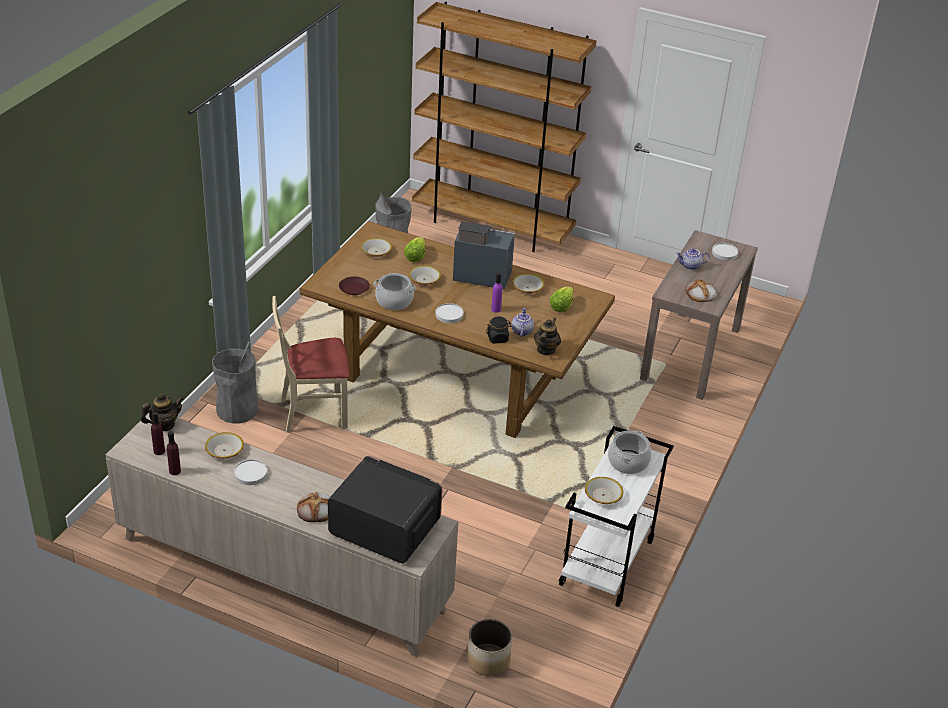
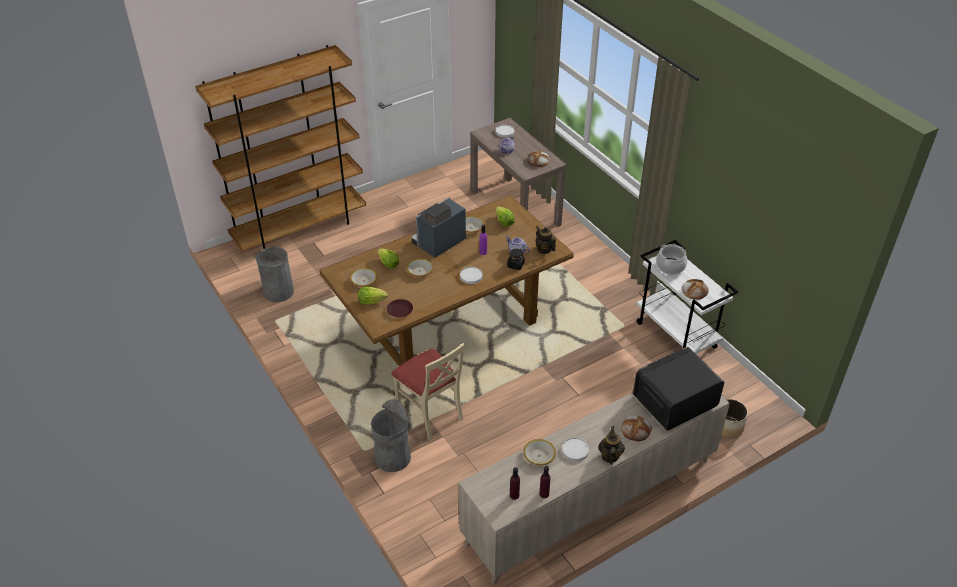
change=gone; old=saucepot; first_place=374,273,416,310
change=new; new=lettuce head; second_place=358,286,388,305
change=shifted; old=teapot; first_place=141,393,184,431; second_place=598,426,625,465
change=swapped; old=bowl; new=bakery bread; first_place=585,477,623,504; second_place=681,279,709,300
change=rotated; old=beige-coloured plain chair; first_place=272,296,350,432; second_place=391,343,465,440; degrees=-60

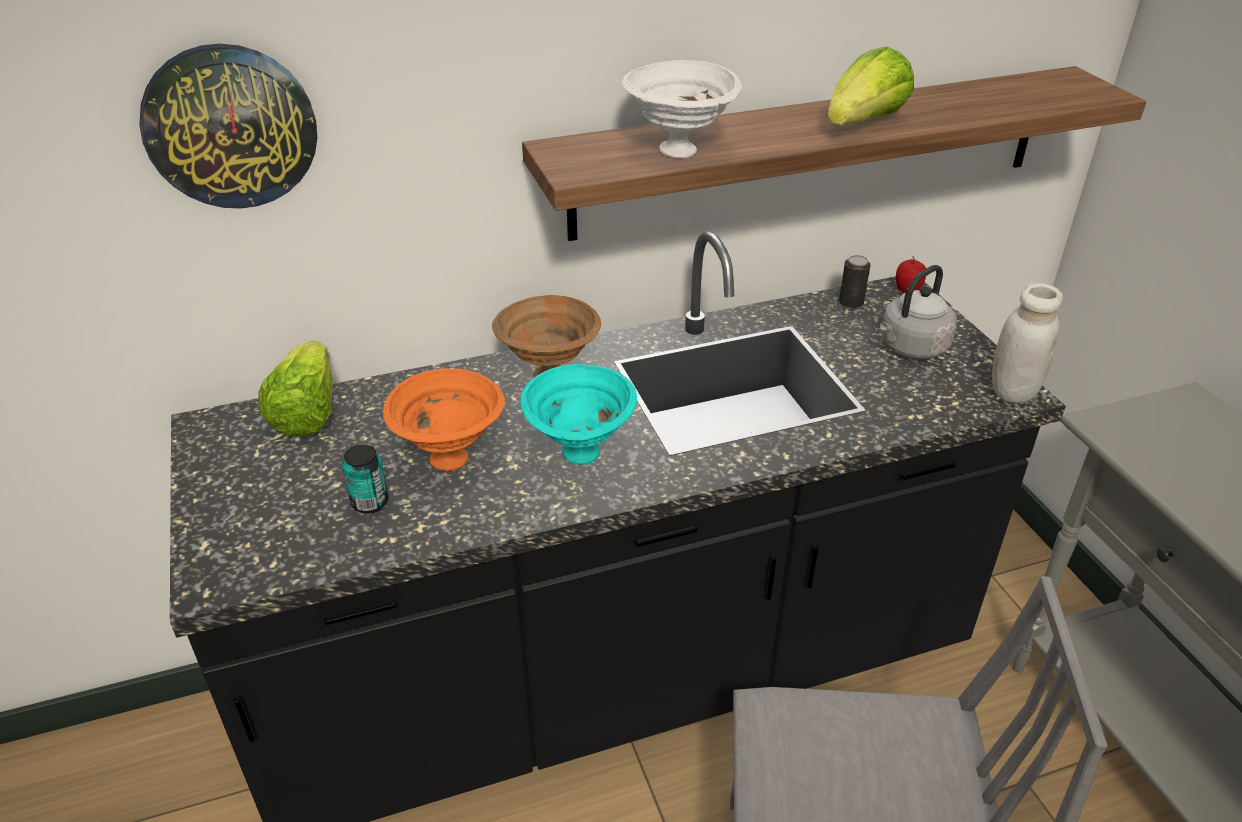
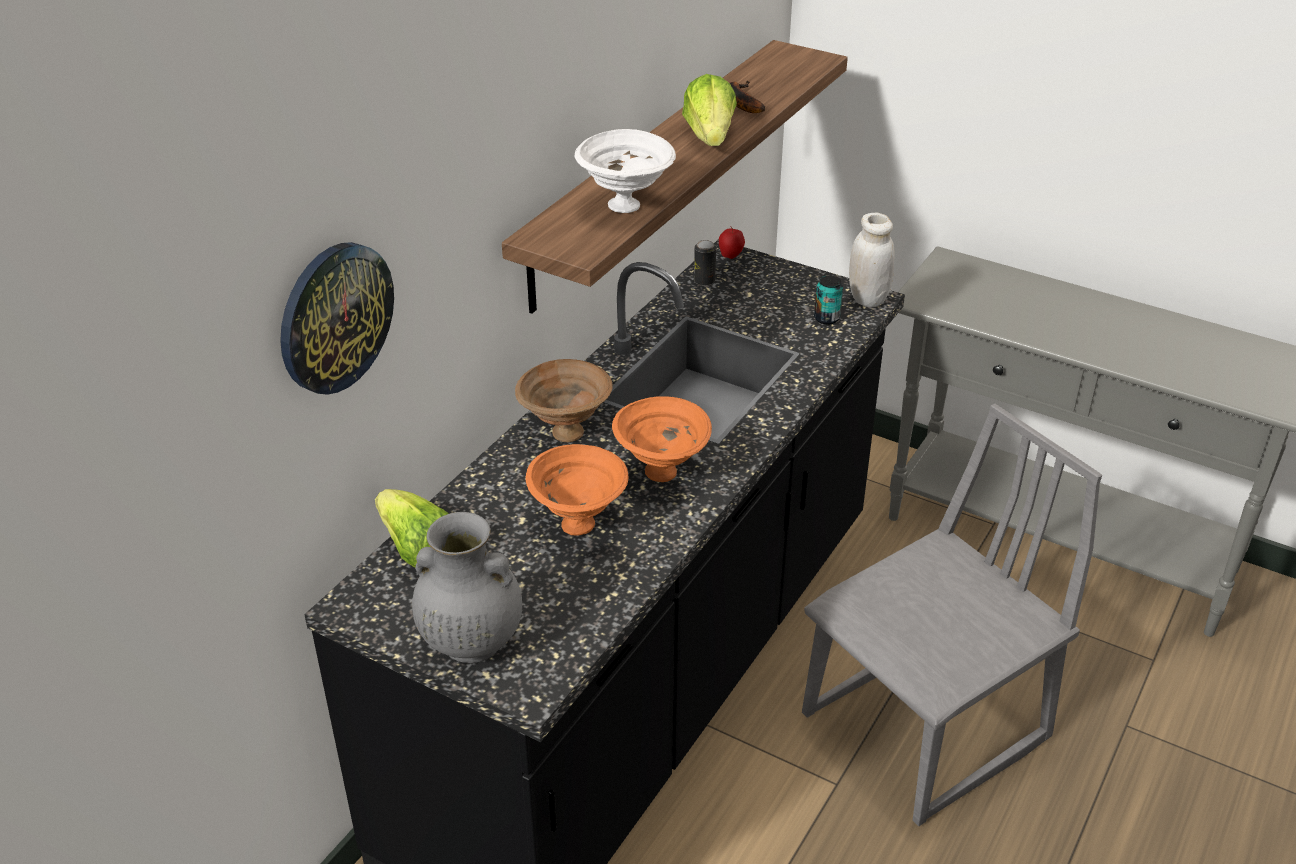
change=gone; old=greyish tea kettle; first_place=880,265,957,359
change=new; new=greyish vase; second_place=412,512,522,663
change=new; new=banana fruit; second_place=730,80,765,113
change=shifted; old=can; first_place=342,445,388,514; second_place=814,275,843,325
change=repainted; old=blue-green bowl; new=orange-coloured bowl; first_place=520,364,637,465; second_place=612,396,712,482

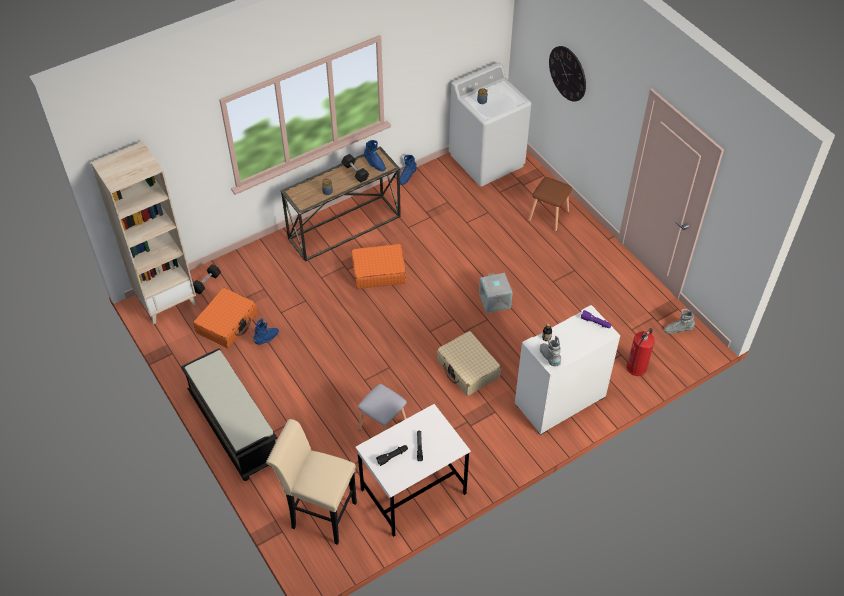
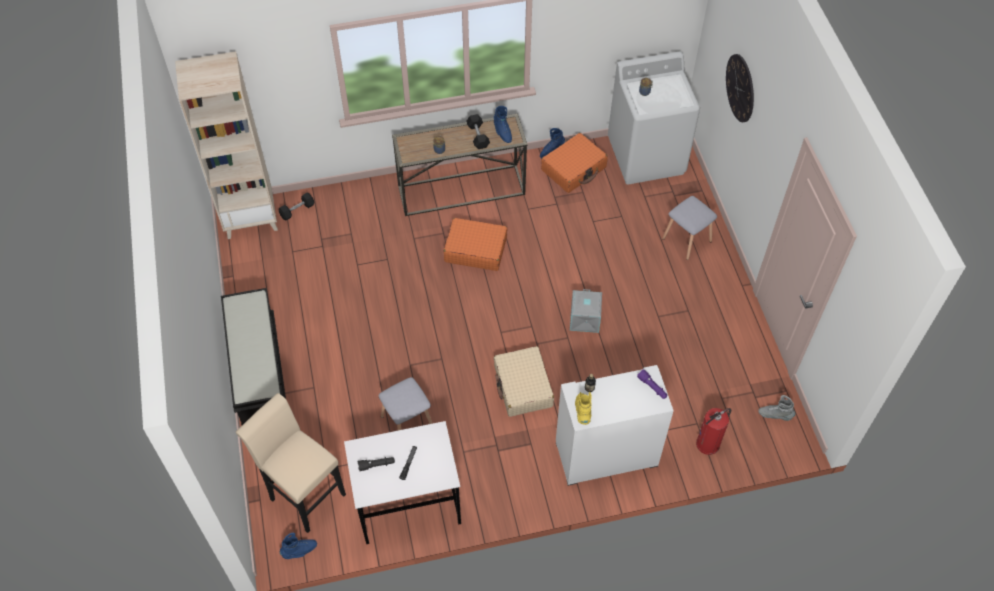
change=shifted; old=orange-coloured travel case; first_place=193,288,258,348; second_place=541,133,608,193
change=shifted; old=blue high-top boot; first_place=253,318,279,345; second_place=280,533,317,559
change=repainted; old=brownish stool seat; new=greyish stool seat; first_place=529,177,572,232; second_place=662,196,717,260
change=repainted; old=greyish high-top boot; new=yellow-coloured high-top boot; first_place=540,336,561,366; second_place=575,392,592,425

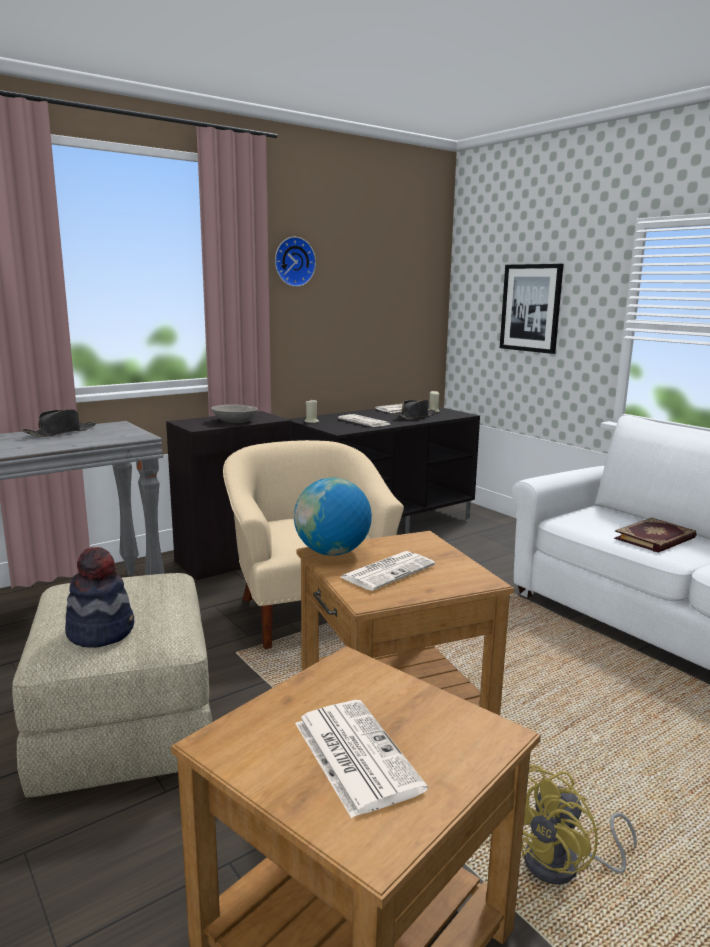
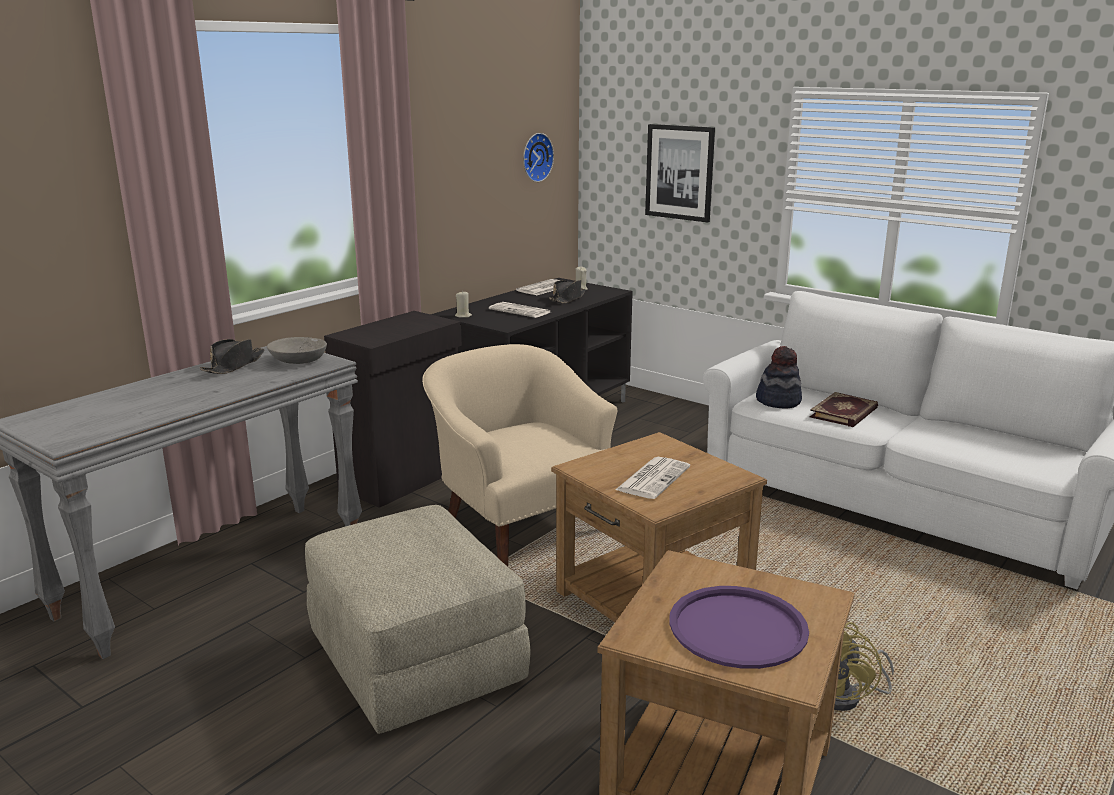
change=gone; old=world globe; first_place=294,478,372,556
change=shifted; old=hat; first_place=65,547,134,648; second_place=756,346,802,409
change=shifted; old=greyish bowl; first_place=211,404,258,423; second_place=267,337,327,364
change=shifted; old=hanging clock; first_place=275,237,316,287; second_place=523,133,554,182
change=swapped; old=newspaper; new=purple-coloured tray; first_place=295,700,428,818; second_place=669,586,809,669

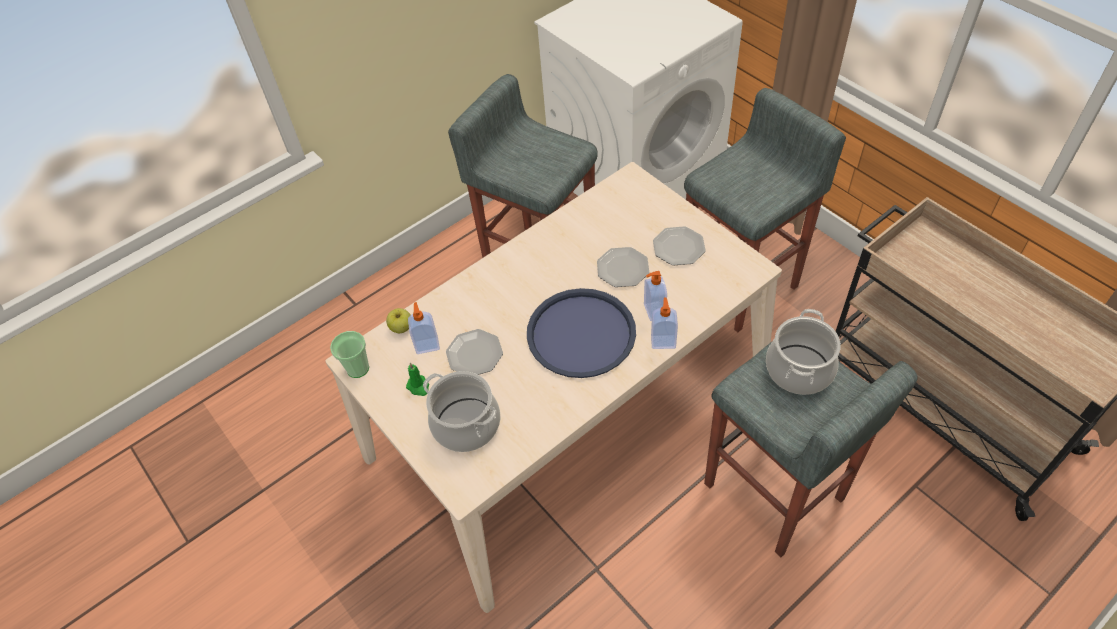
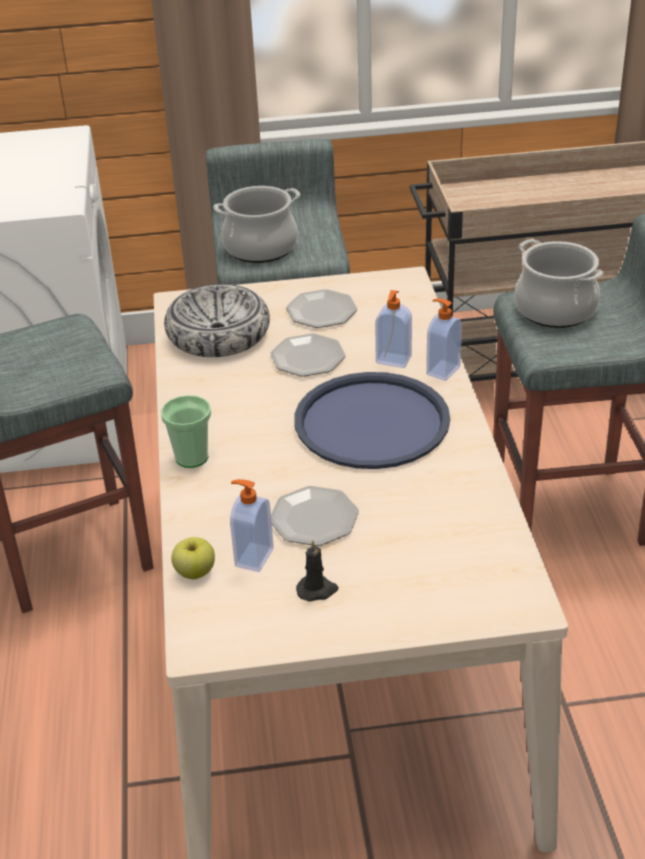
change=new; new=bowl; second_place=164,284,270,357
change=shifted; old=small cup; first_place=330,331,369,378; second_place=161,395,211,468
change=shifted; old=saucepot; first_place=423,371,500,452; second_place=213,186,300,263
change=repainted; old=green wax candle; new=black-coloured wax candle; first_place=406,363,429,396; second_place=296,540,339,602

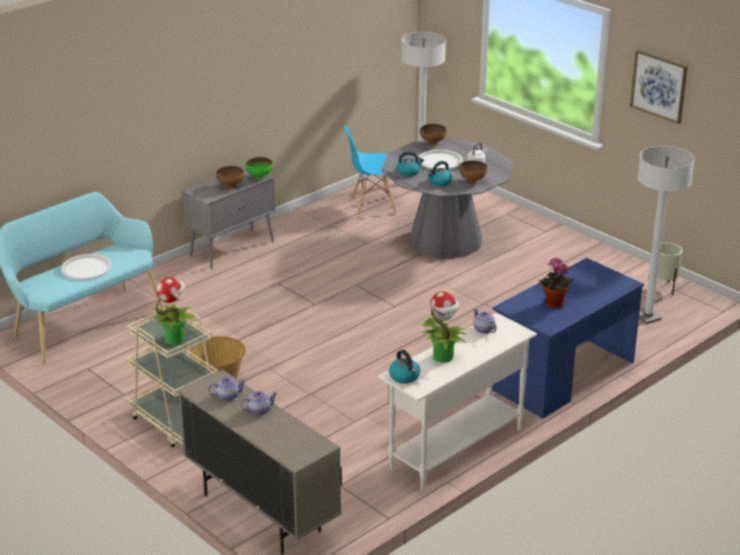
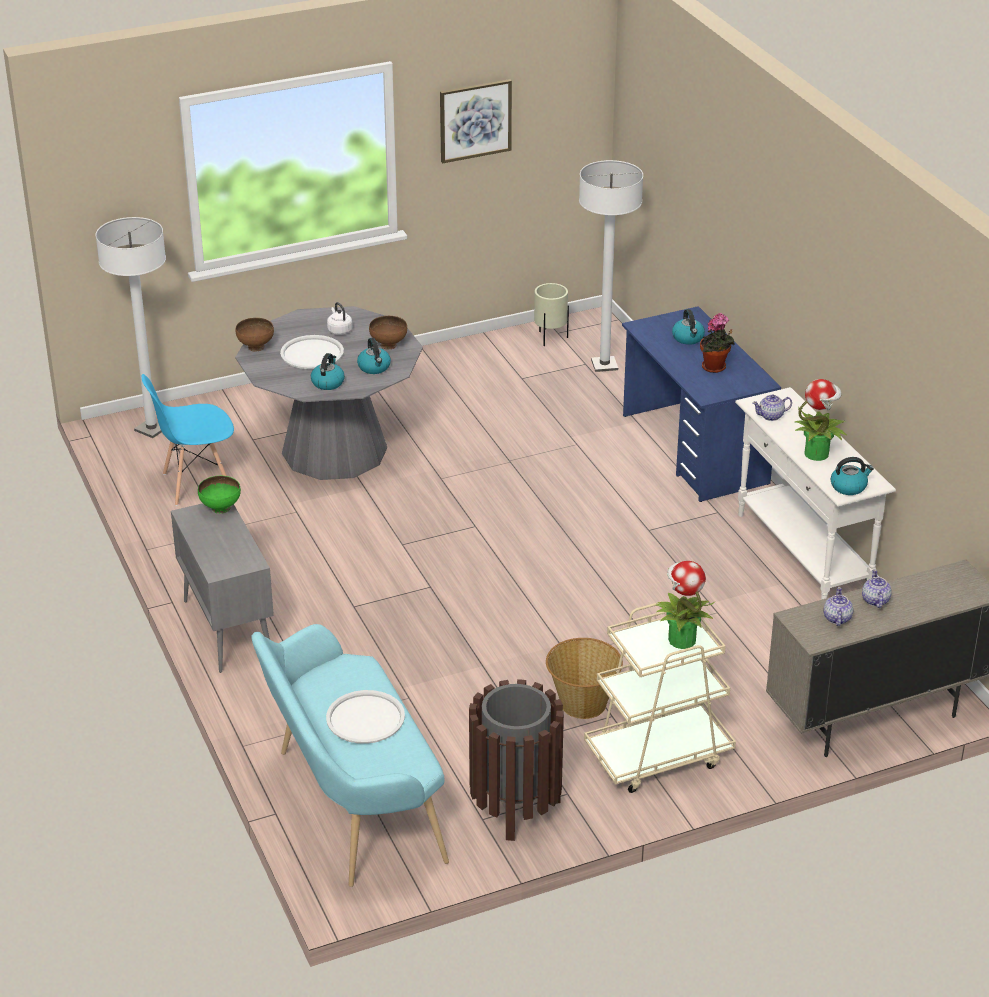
change=gone; old=brownish bowl; first_place=216,166,244,190
change=new; new=brownish rubbish bin; second_place=469,679,564,841
change=new; new=tea kettle; second_place=672,309,705,345
change=rotated; old=blue plain chair; first_place=344,126,397,217; second_place=142,374,234,506; degrees=60

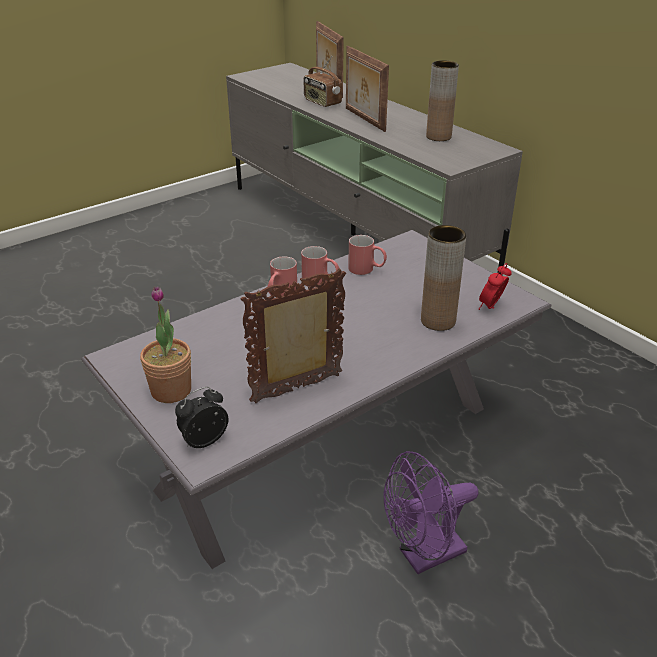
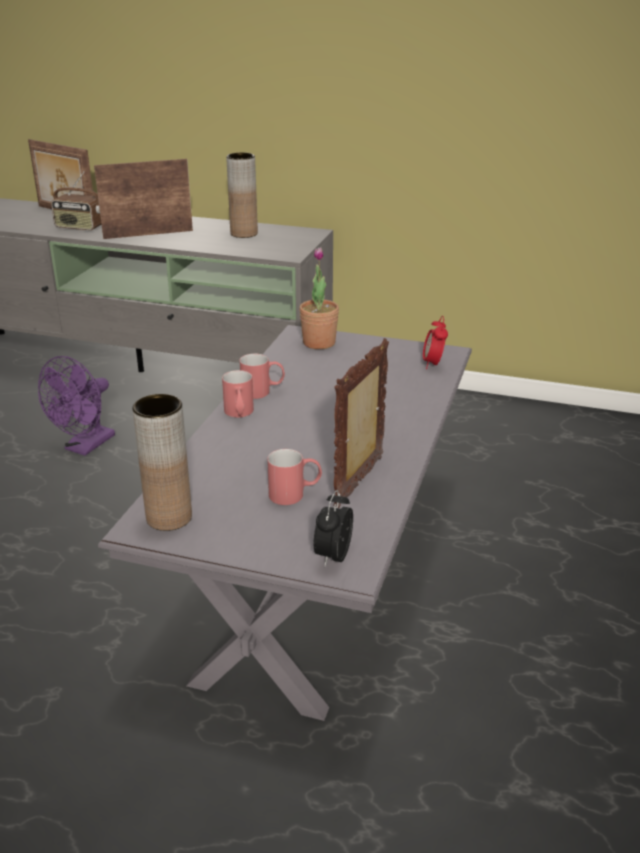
change=shifted; old=potted plant; first_place=140,286,191,403; second_place=299,247,339,349
change=shifted; old=reddish coffee mug; first_place=348,235,387,275; second_place=267,449,322,505
change=shifted; old=purple-coloured cooling fan; first_place=384,451,478,574; second_place=38,356,115,456
change=shifted; old=brownish vase; first_place=421,225,466,331; second_place=132,394,192,531
change=rotated; old=photo frame; first_place=346,46,389,132; second_place=94,159,193,239; degrees=135

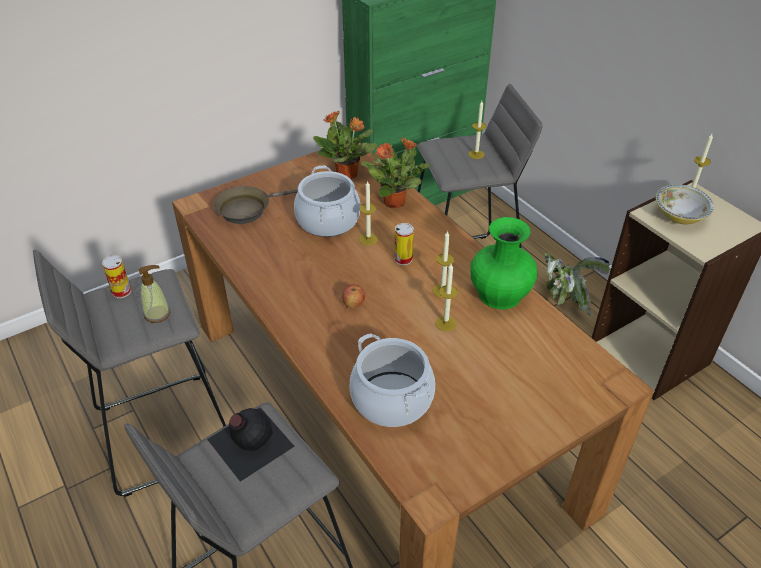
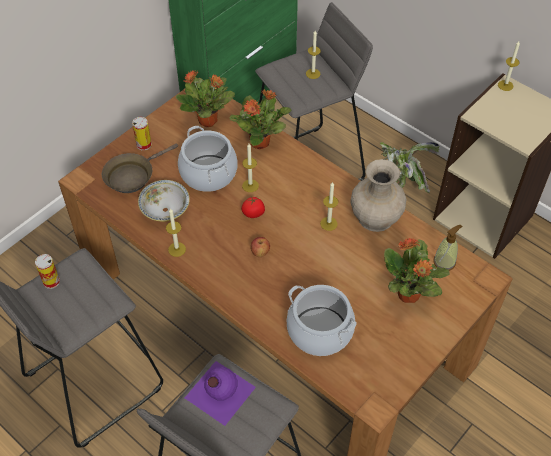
change=new; new=tomato; second_place=241,197,265,218
change=new; new=potted plant; second_place=384,238,450,303
change=shifted; old=soap dispenser; first_place=138,265,170,323; second_place=433,225,462,271
change=shifted; old=can; first_place=394,223,414,266; second_place=132,117,152,151
change=shifted; old=wax candle; first_place=435,264,458,331; second_place=166,208,186,257
change=shifted; old=bowl; first_place=656,184,714,224; second_place=138,180,190,222
change=repainted; old=black-coloured drink bottle; new=purple-coloured drink bottle; first_place=207,407,295,482; second_place=185,361,256,426
change=repainted; old=green vase; new=beige-coloured vase; first_place=470,217,537,309; second_place=350,159,406,232

